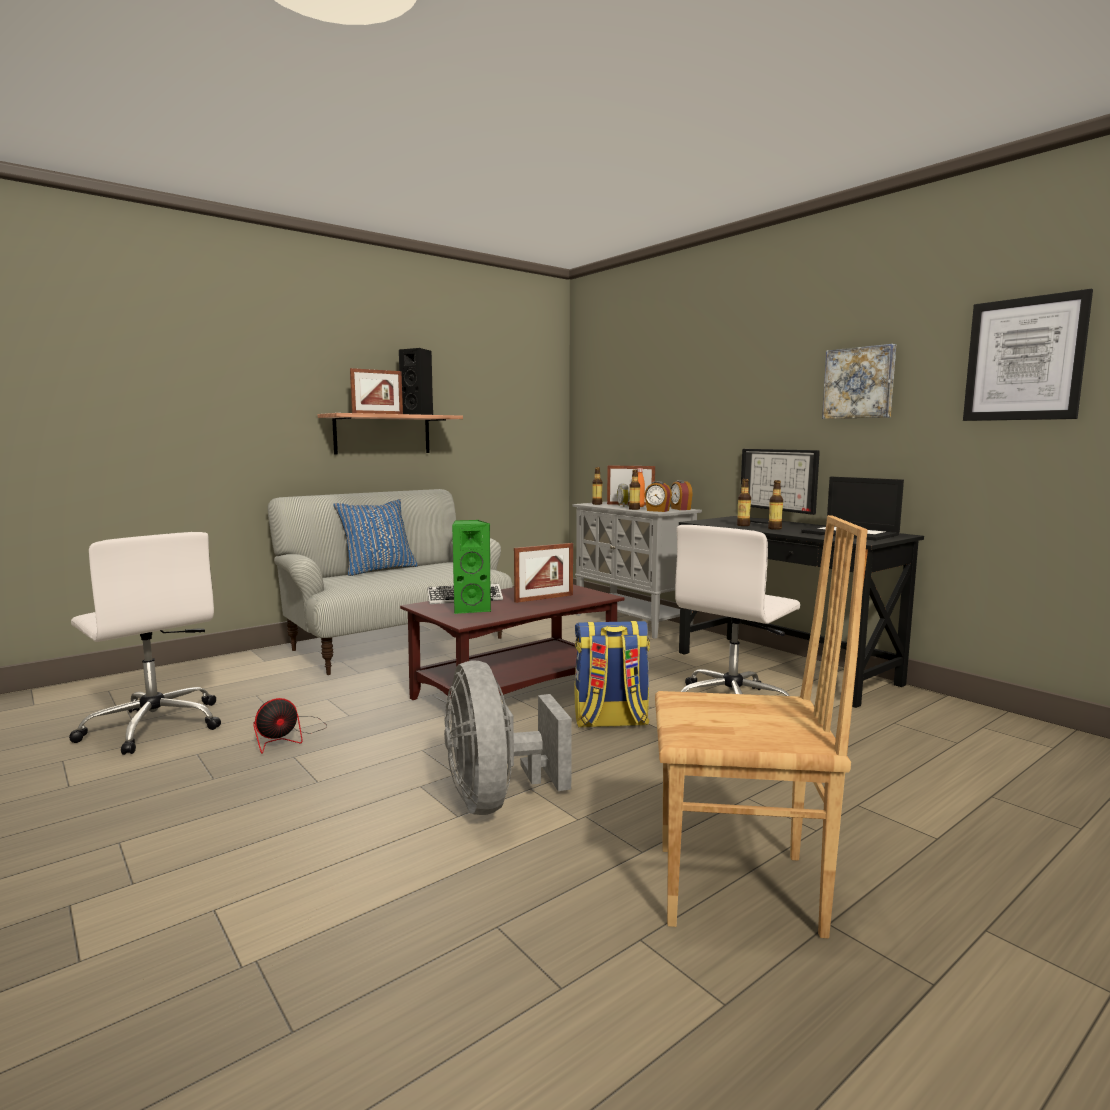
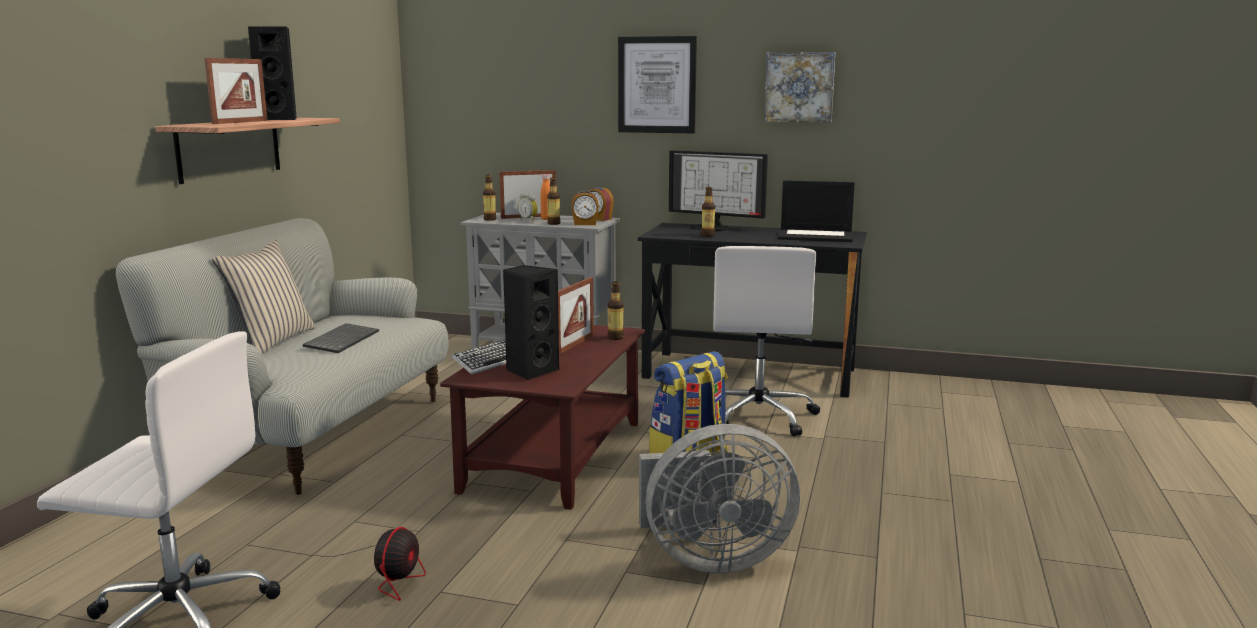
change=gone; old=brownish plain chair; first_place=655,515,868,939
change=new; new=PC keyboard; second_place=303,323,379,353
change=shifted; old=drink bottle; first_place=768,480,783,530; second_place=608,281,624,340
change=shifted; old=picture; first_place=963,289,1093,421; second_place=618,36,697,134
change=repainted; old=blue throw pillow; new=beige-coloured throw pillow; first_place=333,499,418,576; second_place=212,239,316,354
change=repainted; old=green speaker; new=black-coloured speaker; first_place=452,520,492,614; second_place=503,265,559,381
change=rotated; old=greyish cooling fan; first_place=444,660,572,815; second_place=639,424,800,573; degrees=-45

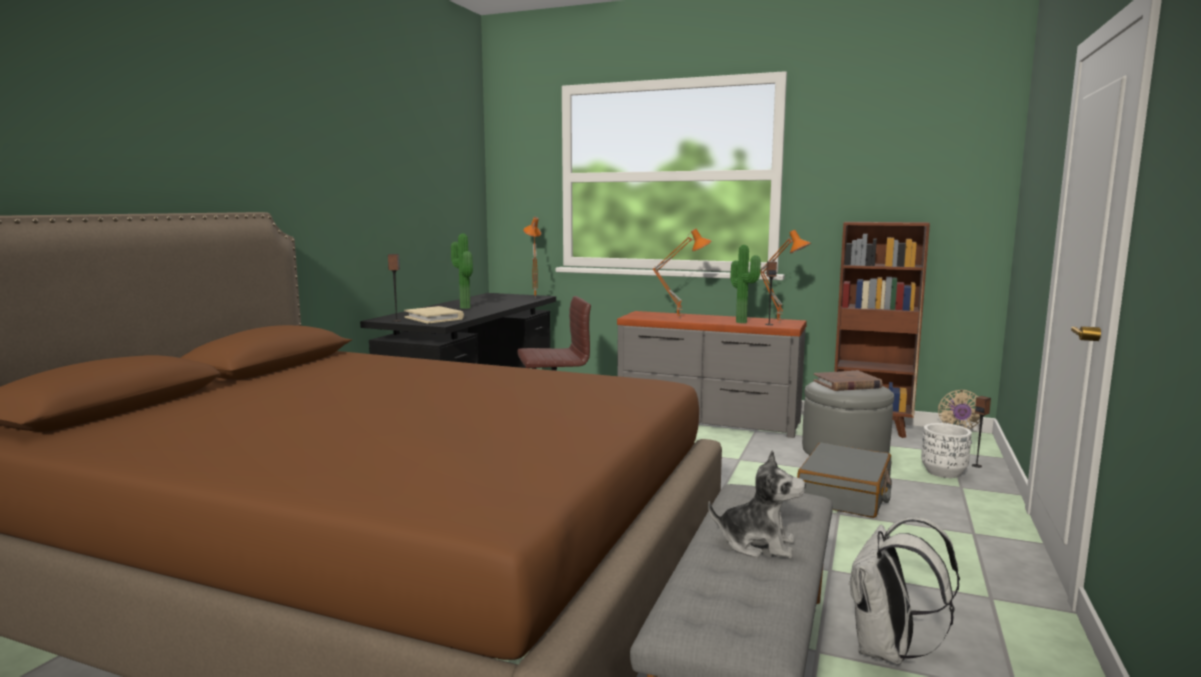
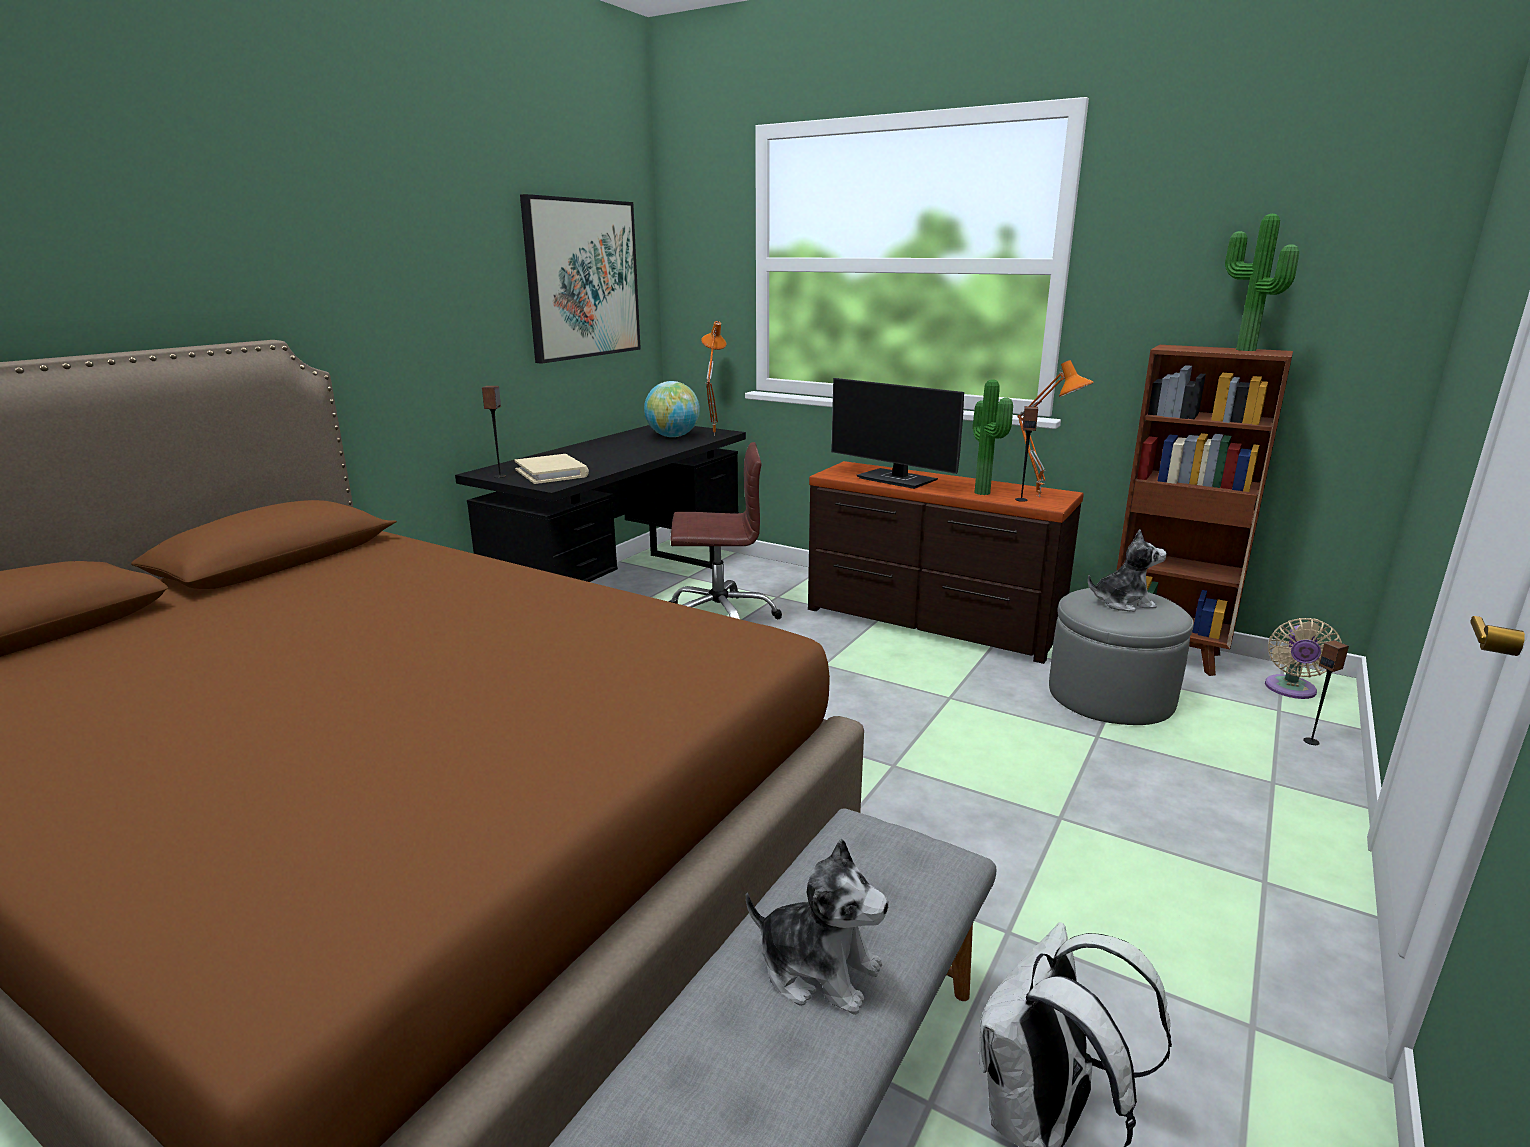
change=gone; old=greyish travel case; first_place=797,443,892,518
change=gone; old=white planter; first_place=921,423,972,478
change=new; new=picture; second_place=520,194,641,364
change=new; new=world globe; second_place=644,381,700,437
change=shifted; old=potted plant; first_place=451,234,473,309; second_place=1225,214,1299,351
change=swapped; old=orange-coloured lamp for a table; new=computer display; first_place=652,229,712,319; second_place=831,378,964,489
change=swapped; old=brownish volume; new=cuddly toy; first_place=813,371,882,391; second_place=1088,529,1167,612
change=repainted; old=greyish chest of drawers; new=brownish chest of drawers; first_place=617,311,807,438; second_place=808,461,1084,664

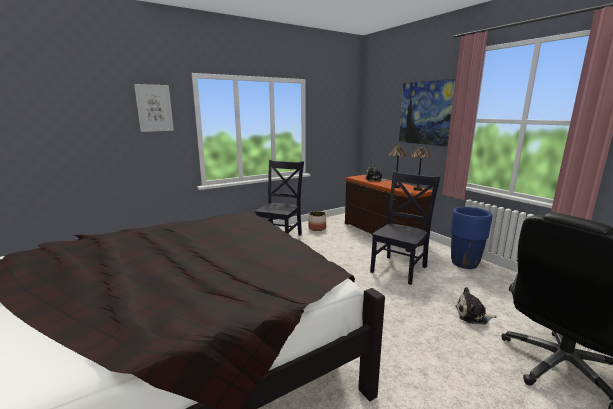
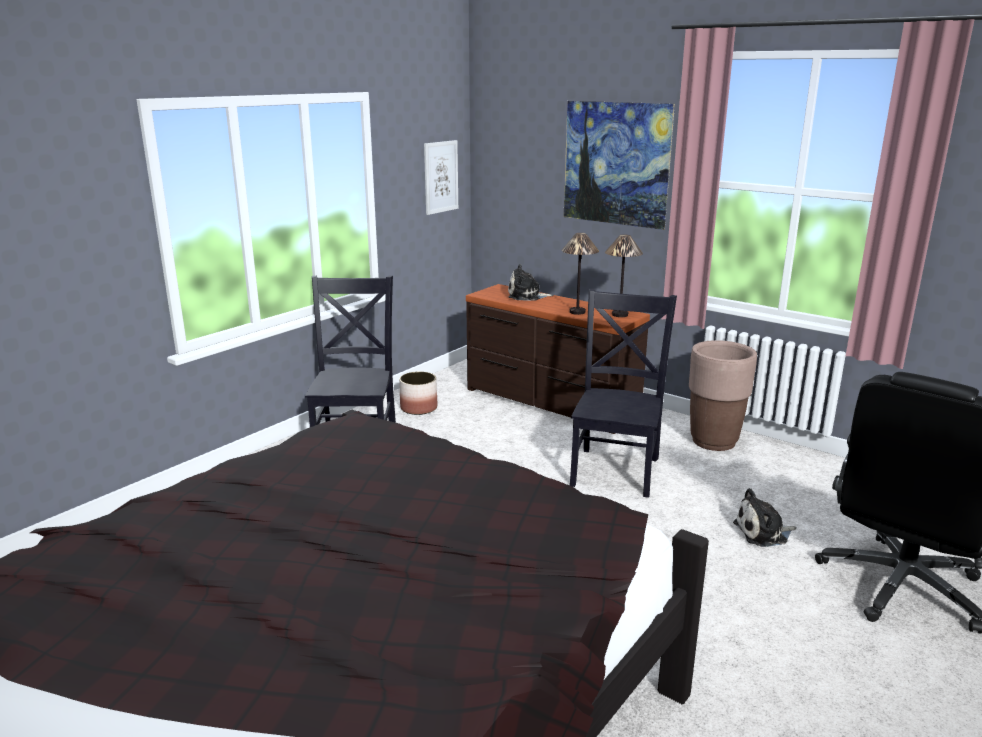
change=shifted; old=picture; first_place=134,84,174,132; second_place=424,140,458,215
change=repainted; old=blue planter; new=brownish planter; first_place=451,207,492,269; second_place=689,340,757,451

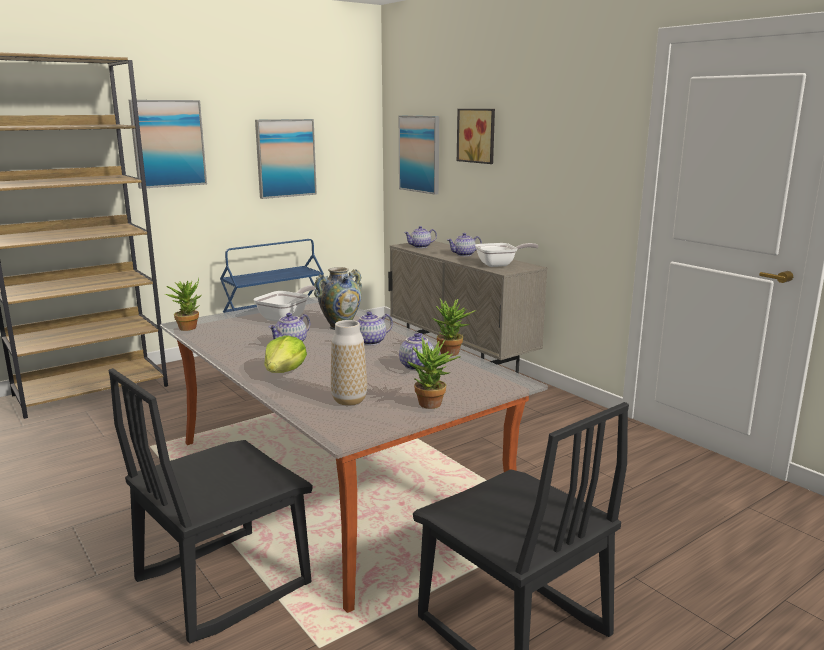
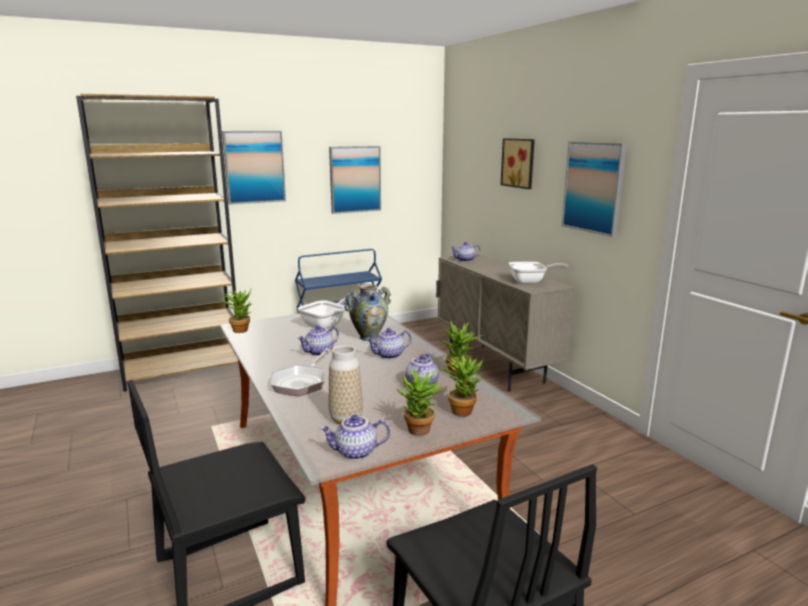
change=new; new=potted plant; second_place=442,355,484,417
change=shifted; old=picture; first_place=399,116,439,195; second_place=562,142,627,237
change=shifted; old=teapot; first_place=447,233,482,256; second_place=320,415,390,460
change=swapped; old=lettuce head; new=frying pan; first_place=264,335,307,373; second_place=270,349,332,396

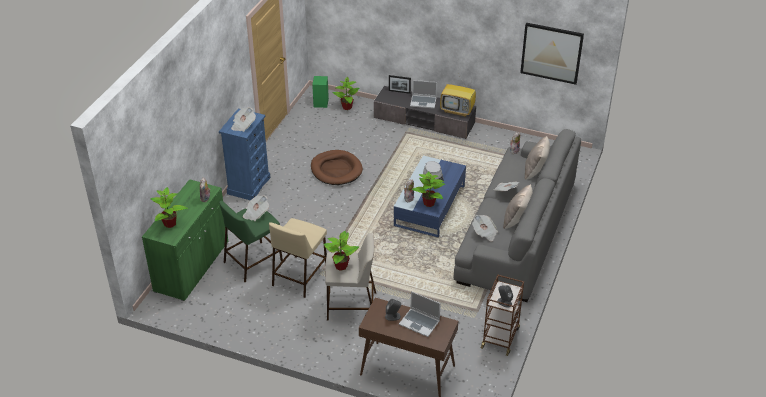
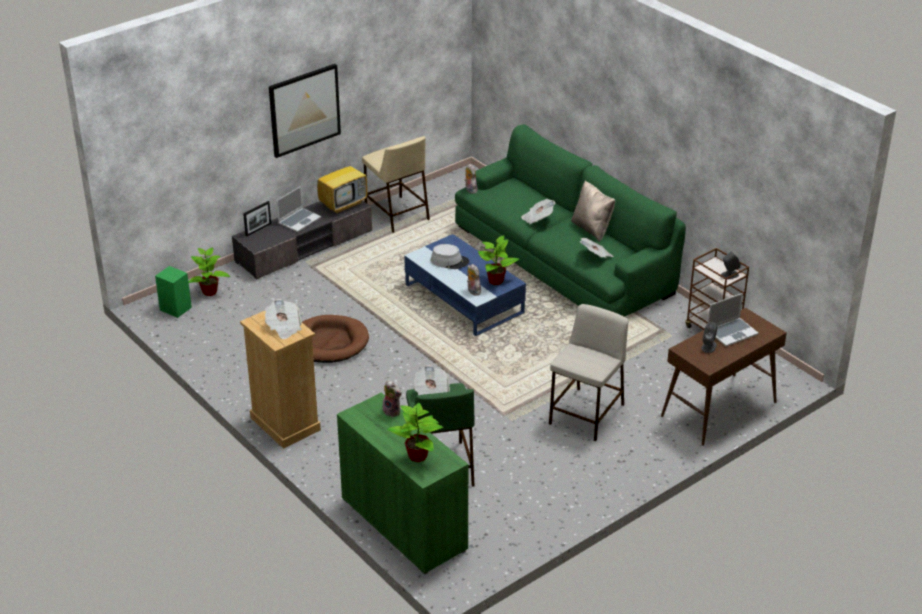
change=gone; old=potted plant; first_place=324,231,359,271
change=gone; old=beige-coloured throw pillow; first_place=525,136,550,180
change=shifted; old=beige-coloured stool seat; first_place=269,218,327,298; second_place=362,136,430,233
change=shifted; old=picture; first_place=520,23,584,85; second_place=269,64,341,158
change=repainted; old=blue chest of drawers; new=beige-coloured chest of drawers; first_place=219,109,270,200; second_place=240,310,321,449
change=repainted; old=greyish settee; new=green settee; first_place=454,129,581,302; second_place=455,125,686,317

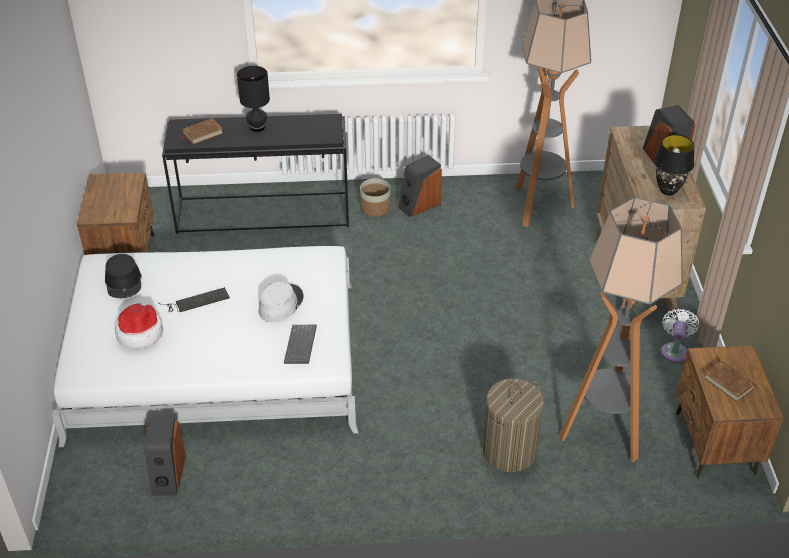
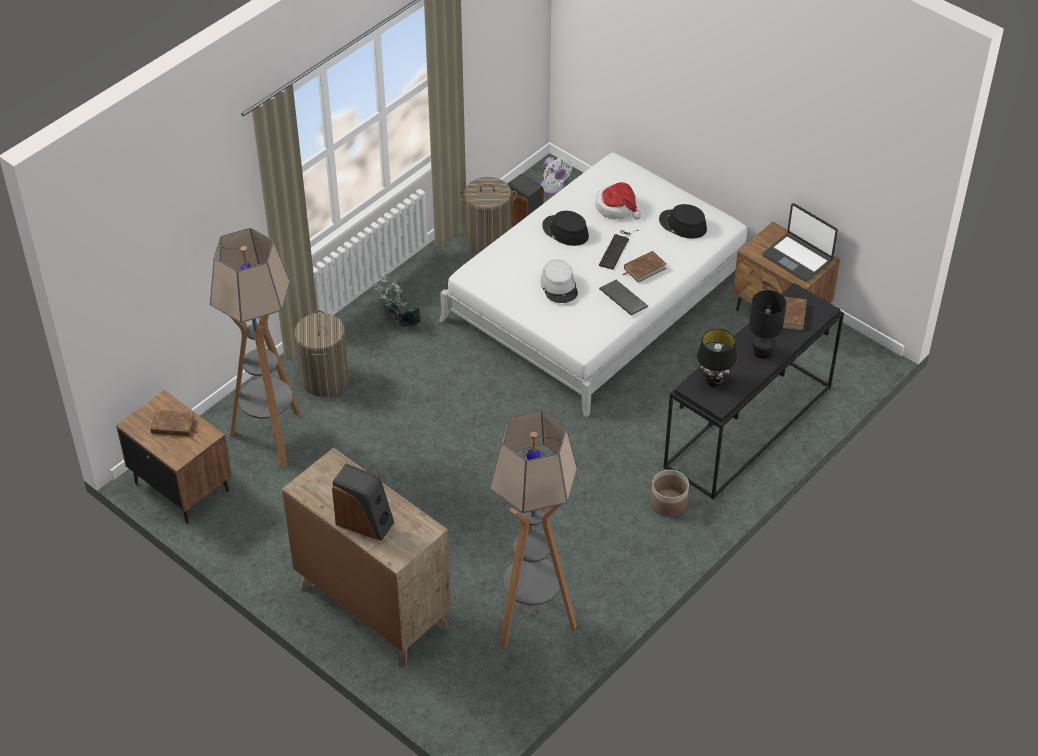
change=gone; old=speaker; first_place=398,155,442,217
change=new; new=potted plant; second_place=374,273,421,327
change=new; new=laundry basket; second_place=459,177,517,254
change=new; new=black-coloured hat; second_place=542,211,589,246
change=new; new=brownish volume; second_place=622,251,666,282
change=new; new=notebook computer; second_place=762,203,838,282
change=shifted; old=PC keyboard; first_place=284,325,317,364; second_place=599,280,648,315
change=shifted; old=black-coloured lamp for a table; first_place=654,135,694,196; second_place=697,329,737,387
change=shifted; old=white cooling fan; first_place=661,308,699,362; second_place=541,157,572,194

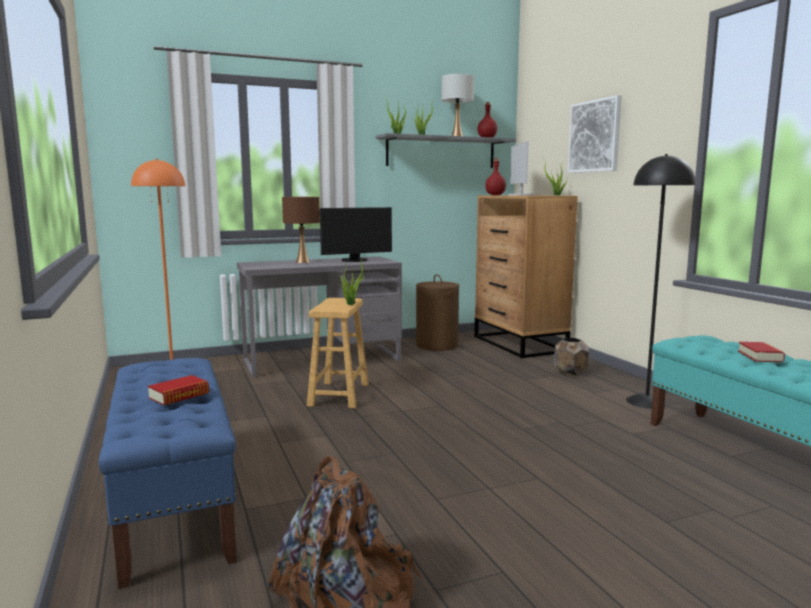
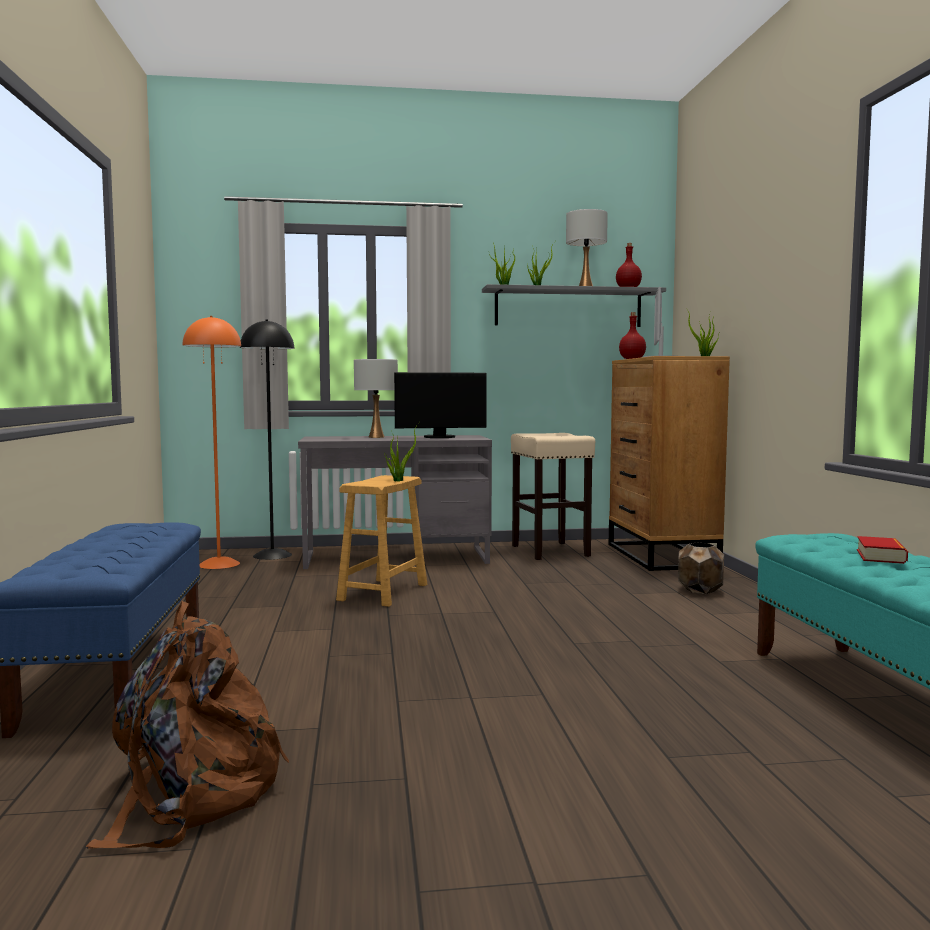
change=gone; old=volume; first_place=148,375,209,406
change=gone; old=picture; first_place=567,95,622,173
change=shifted; old=black-coloured standard lamp; first_place=626,154,696,409; second_place=240,320,294,560
change=swapped; old=brownish laundry basket; new=beige-coloured stool seat; first_place=416,274,459,351; second_place=511,433,595,560
change=repainted; old=brownish lamp for a table; new=white lamp for a table; first_place=282,197,320,263; second_place=354,359,398,438

